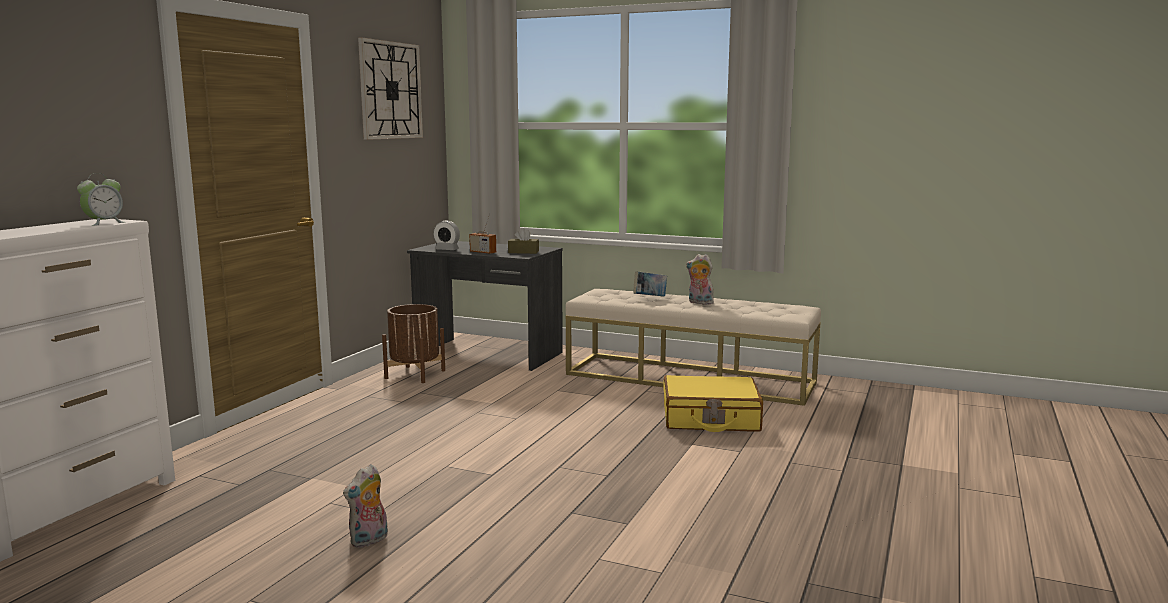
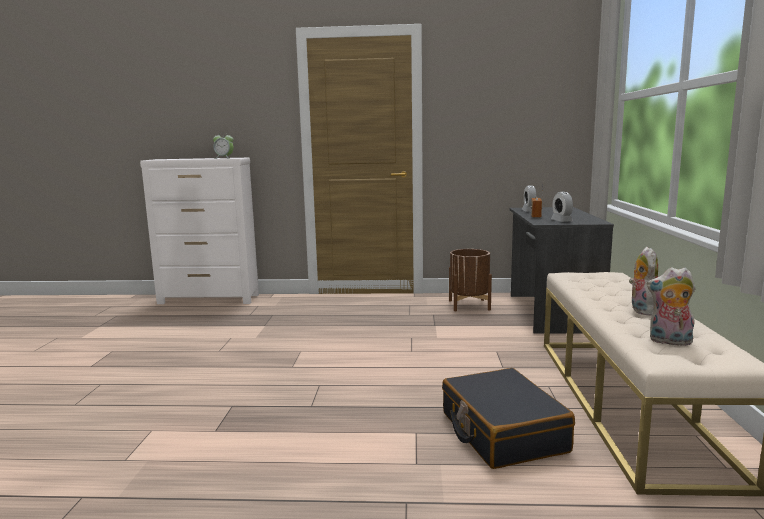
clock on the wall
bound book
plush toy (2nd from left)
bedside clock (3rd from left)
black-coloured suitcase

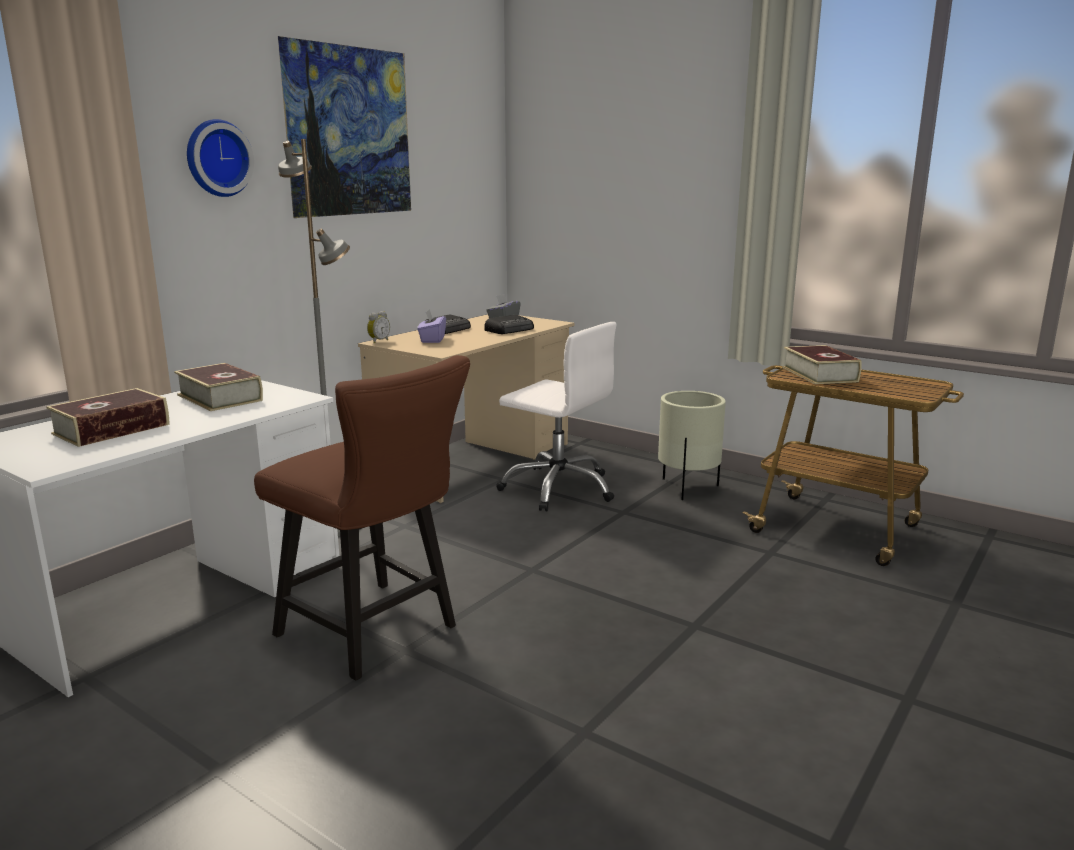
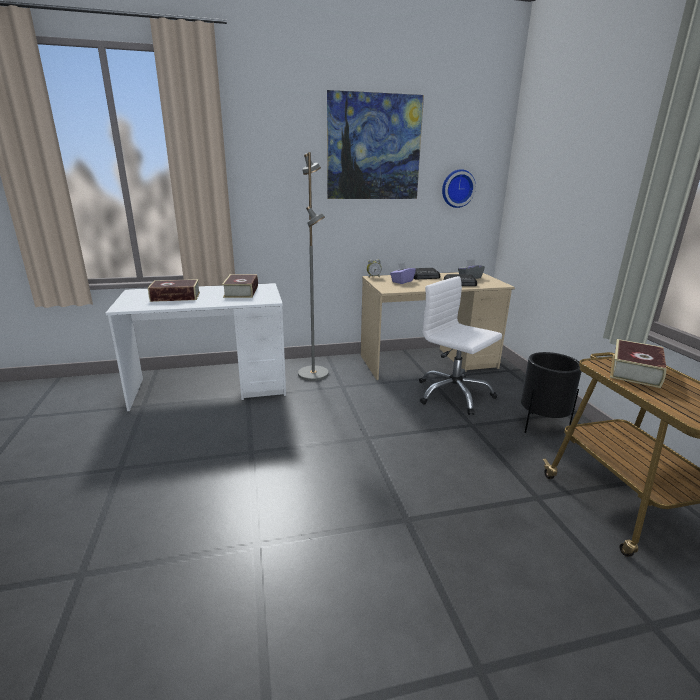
brown-coloured plain chair
clock on the wall
black-coloured plant pot
whitish office chair

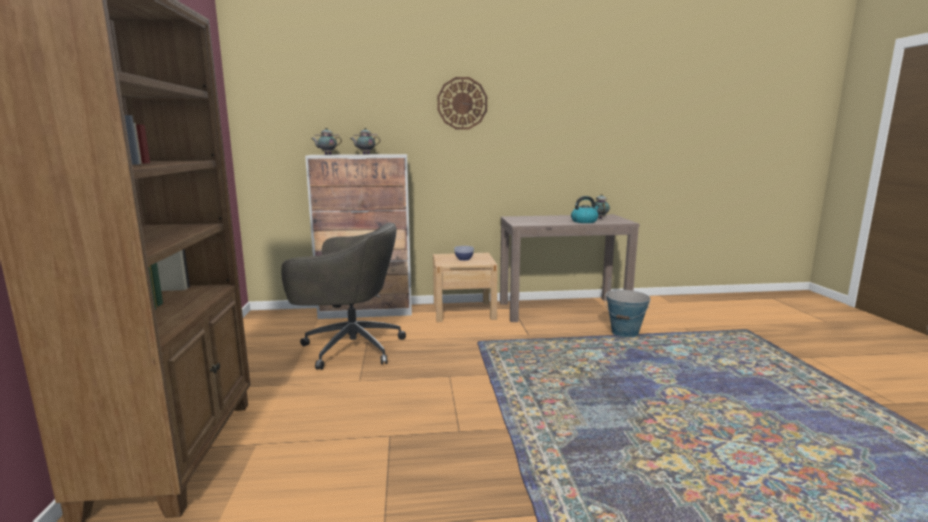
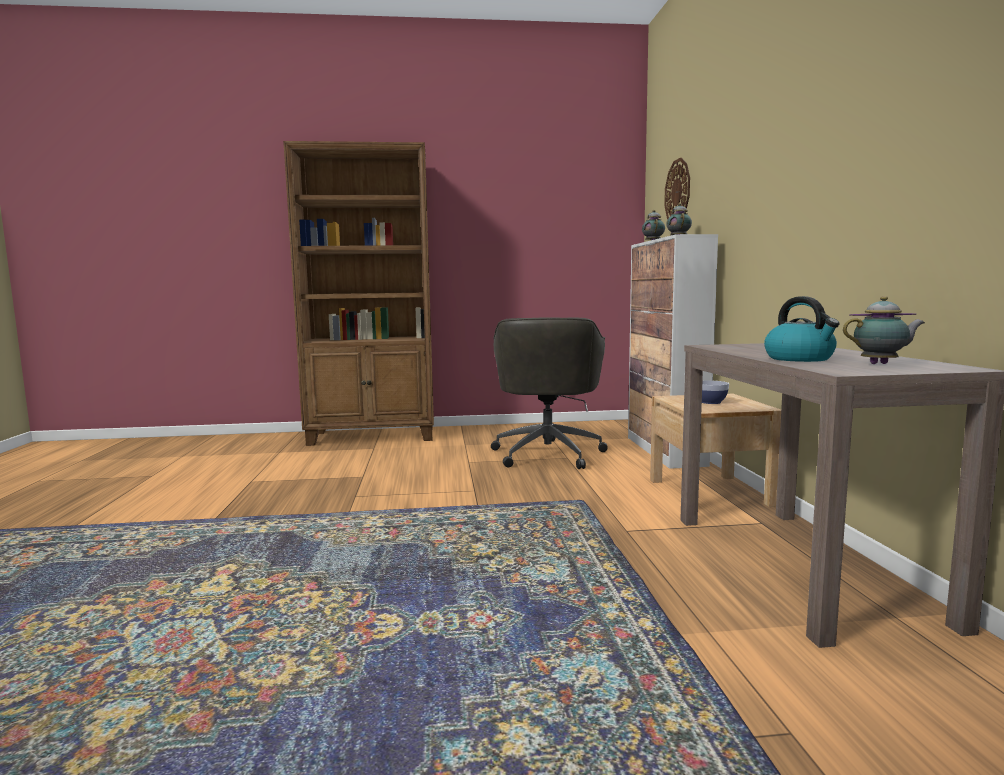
water bucket
clock on the wall

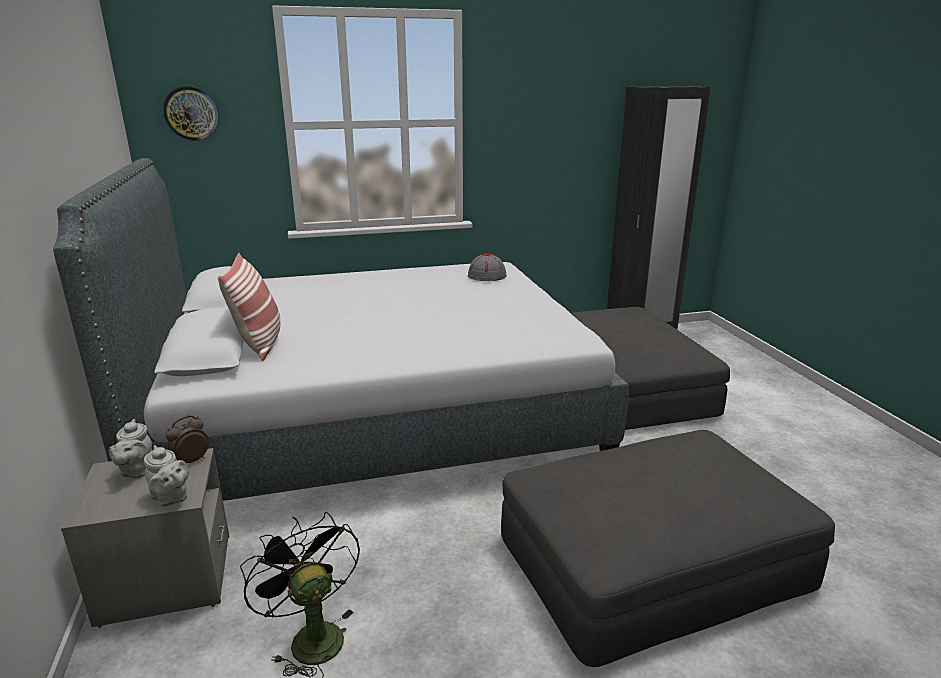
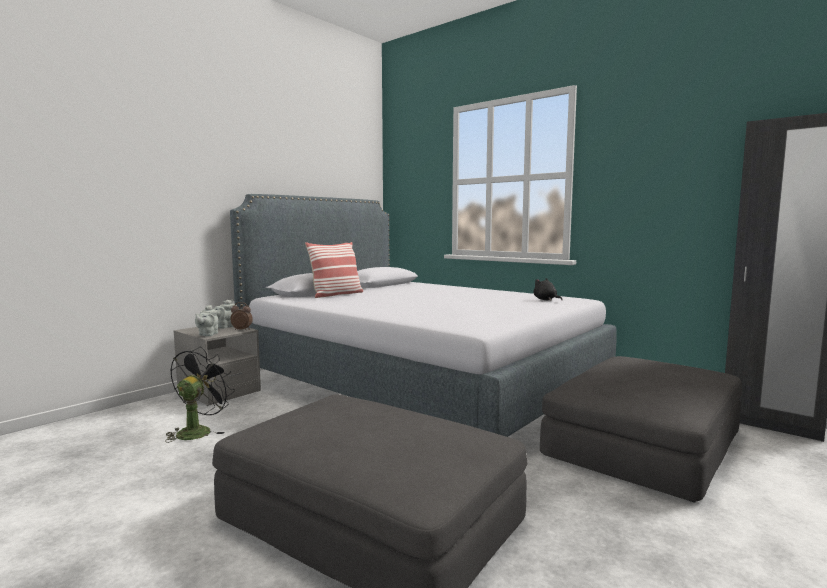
clock on the wall
black-coloured plush toy

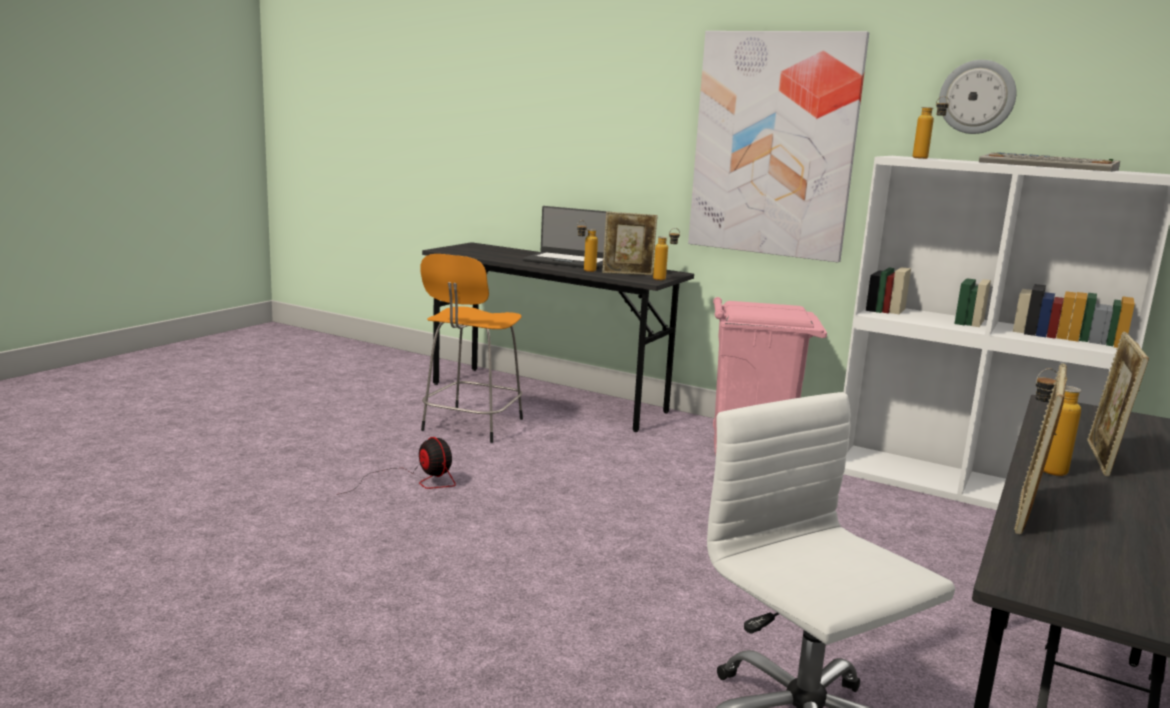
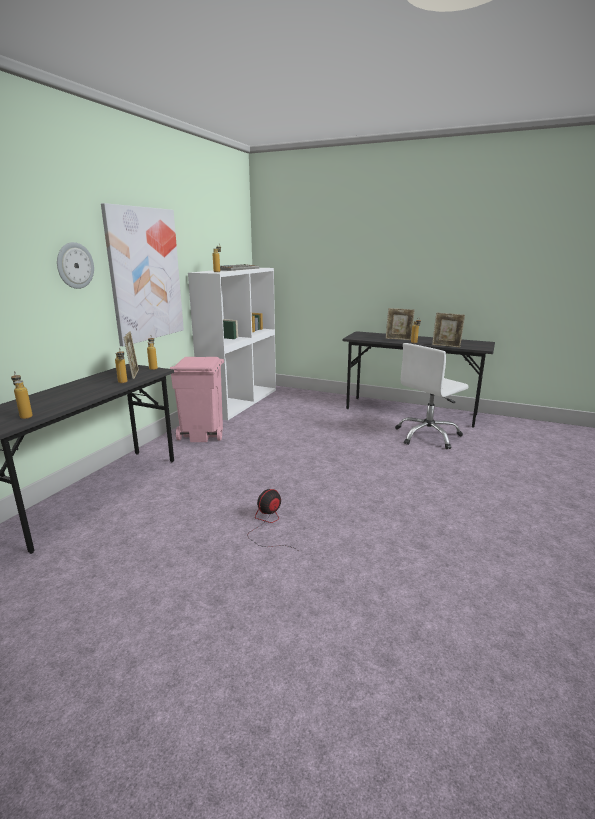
orangey stool seat
notebook computer
bottle (1st from left)
clock on the wall

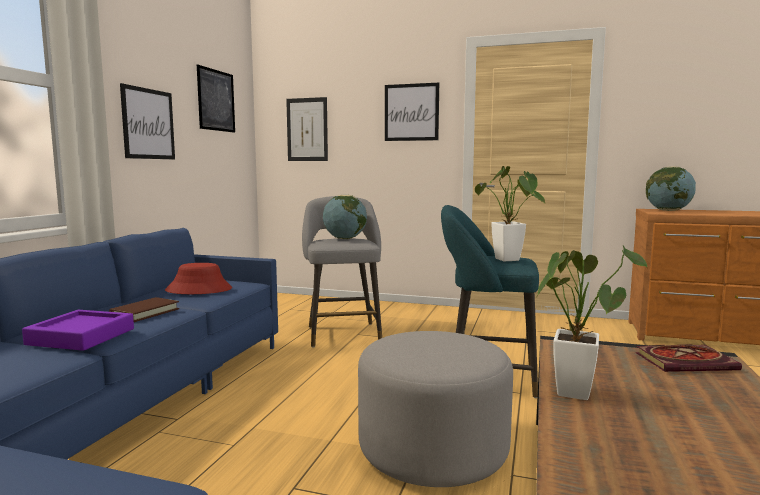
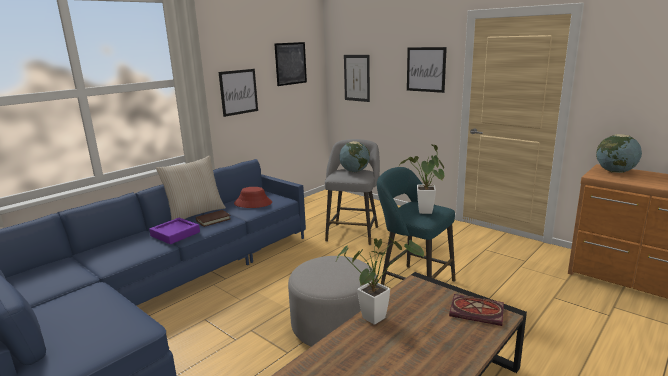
beige-coloured throw pillow

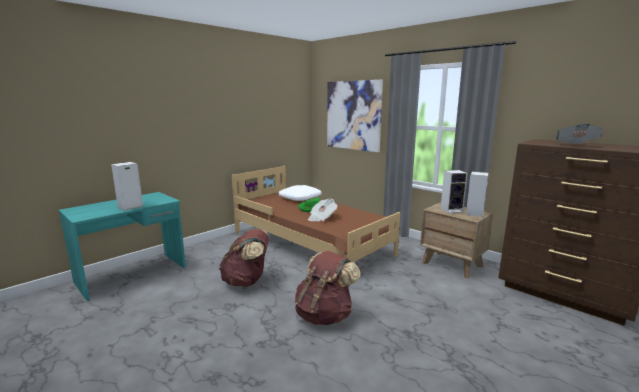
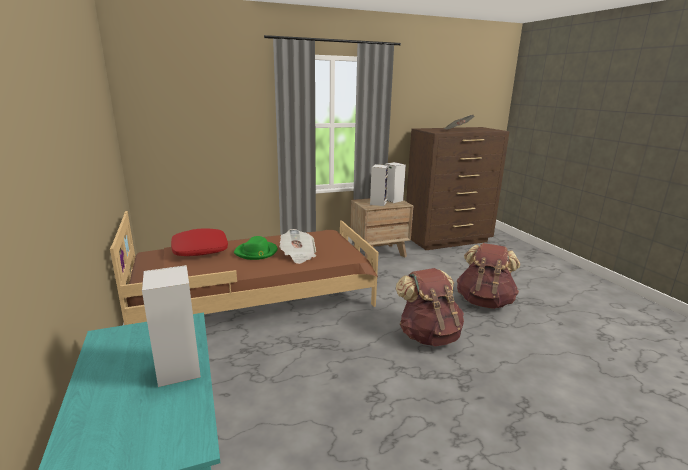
wall picture
brown-coloured backpack (2nd from left)
red throw pillow

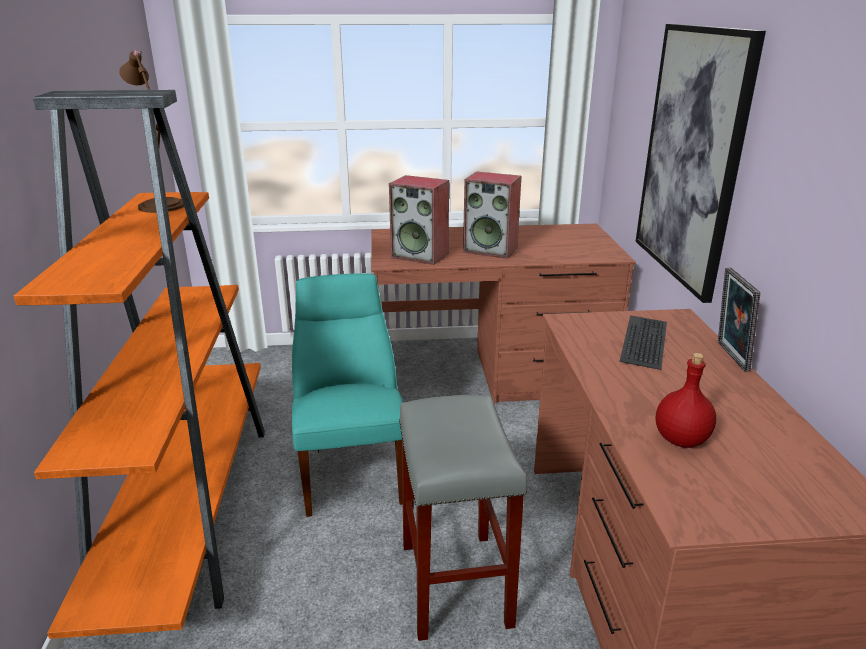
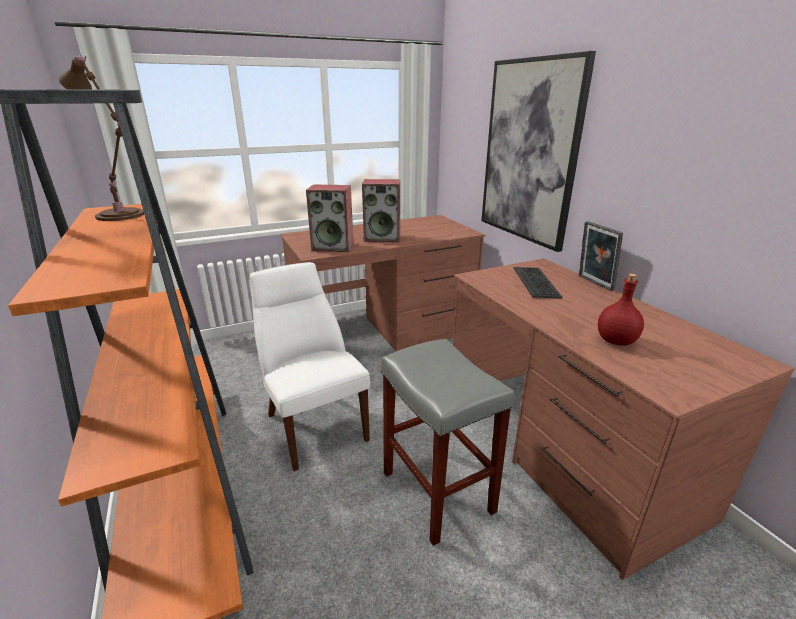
whitish plain chair

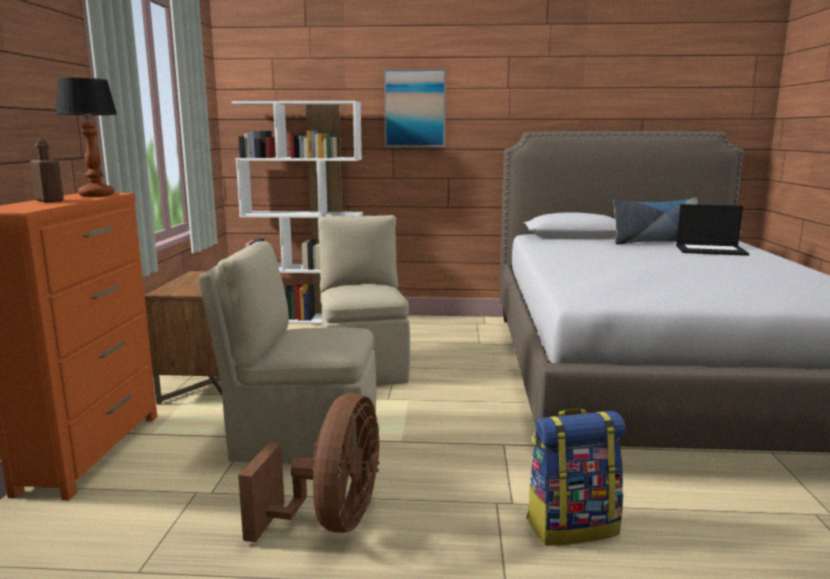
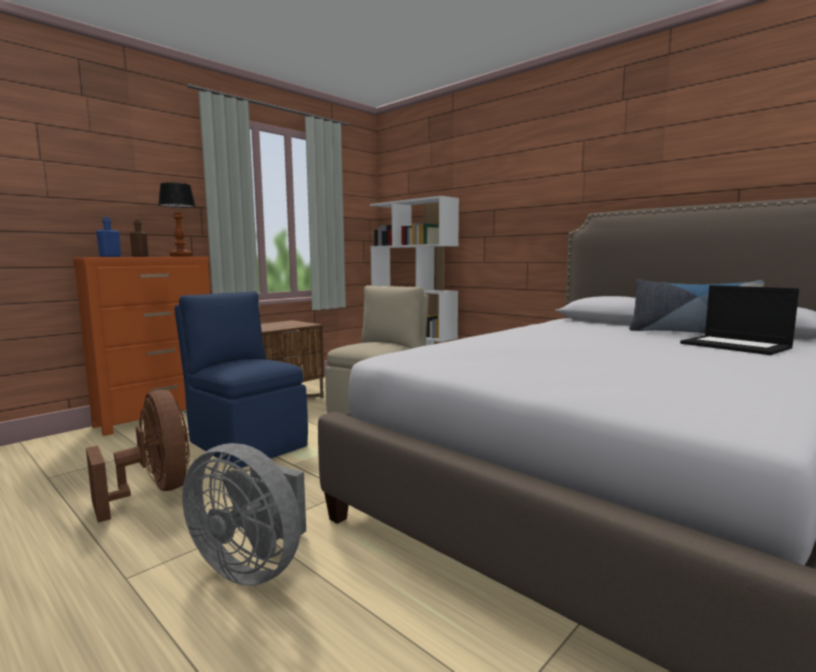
wall picture
bluish bottle
gray cooling fan
bluish plain chair
brown-coloured cooling fan

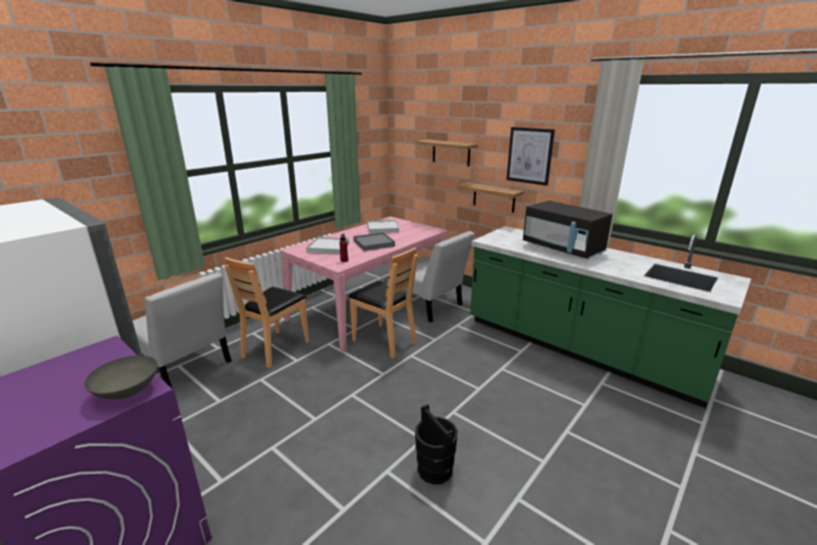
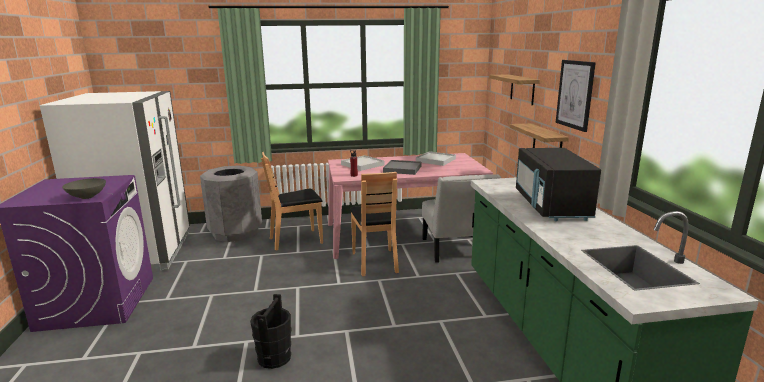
gray rubbish bin

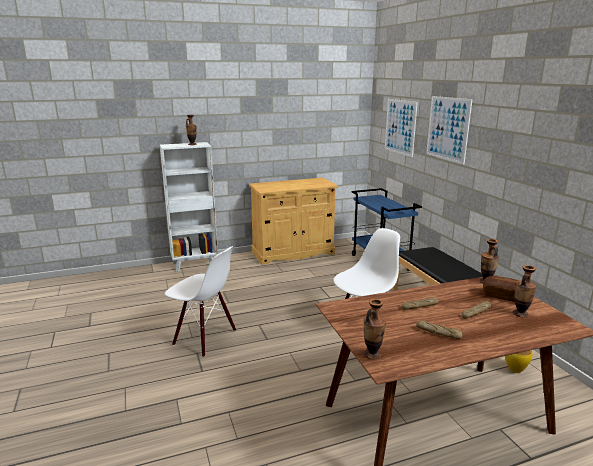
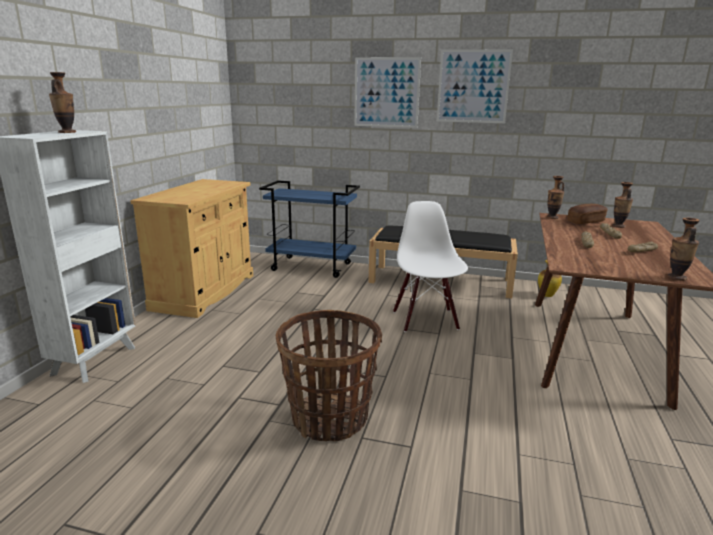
wall picture (2nd from left)
storage basket

